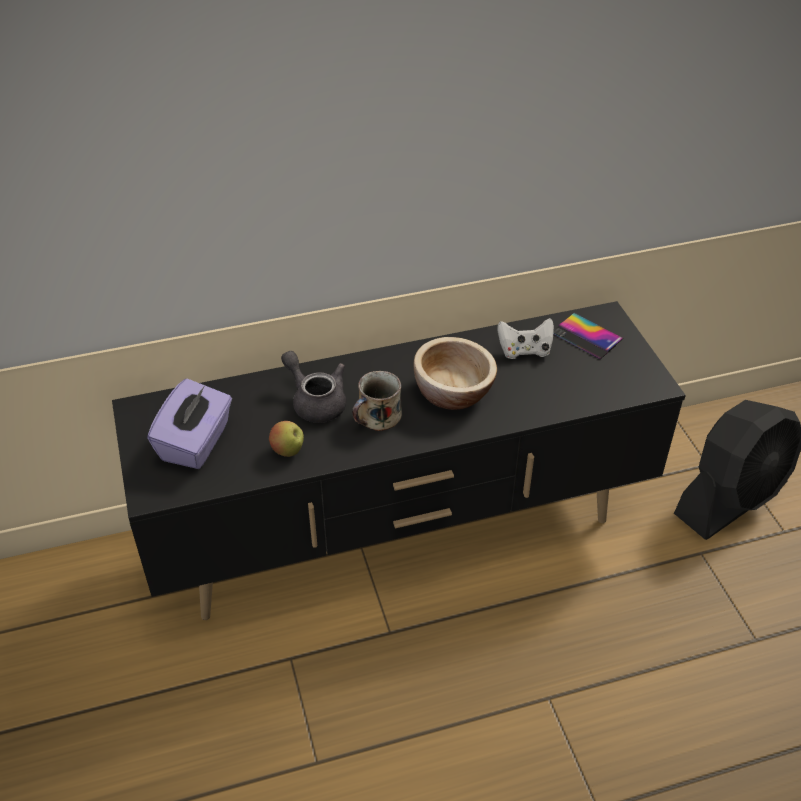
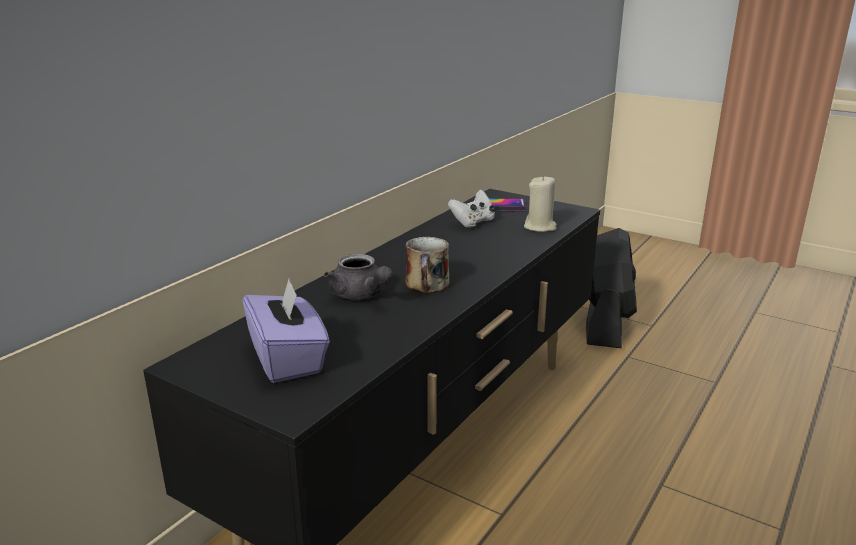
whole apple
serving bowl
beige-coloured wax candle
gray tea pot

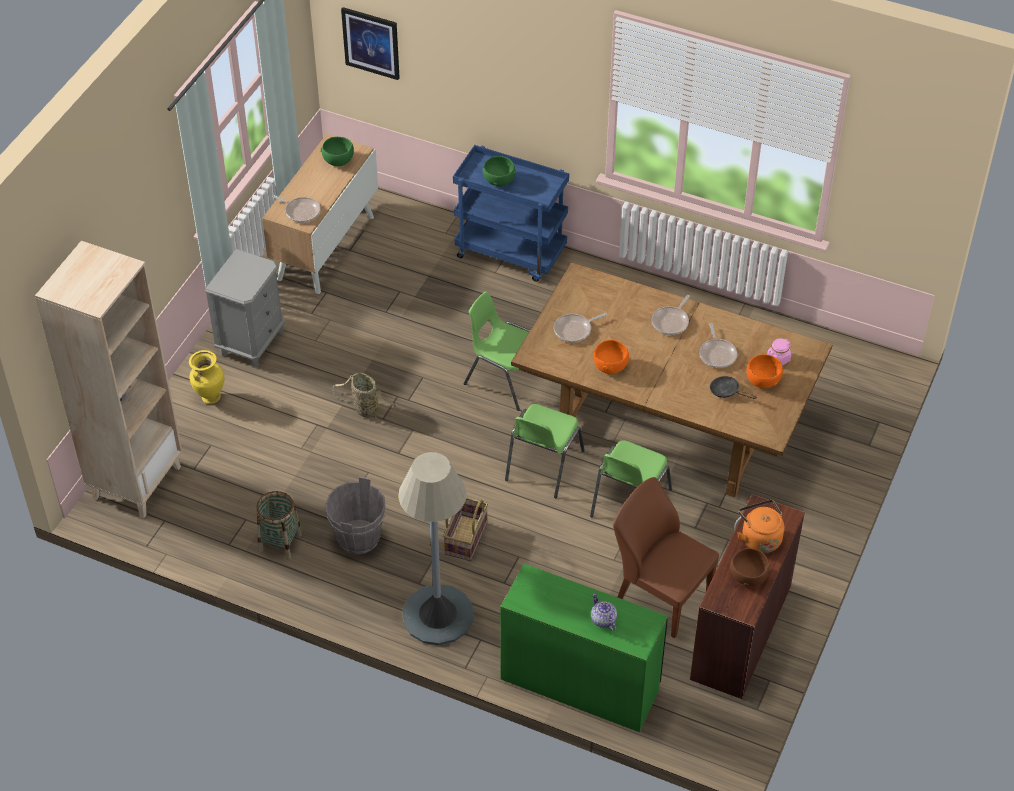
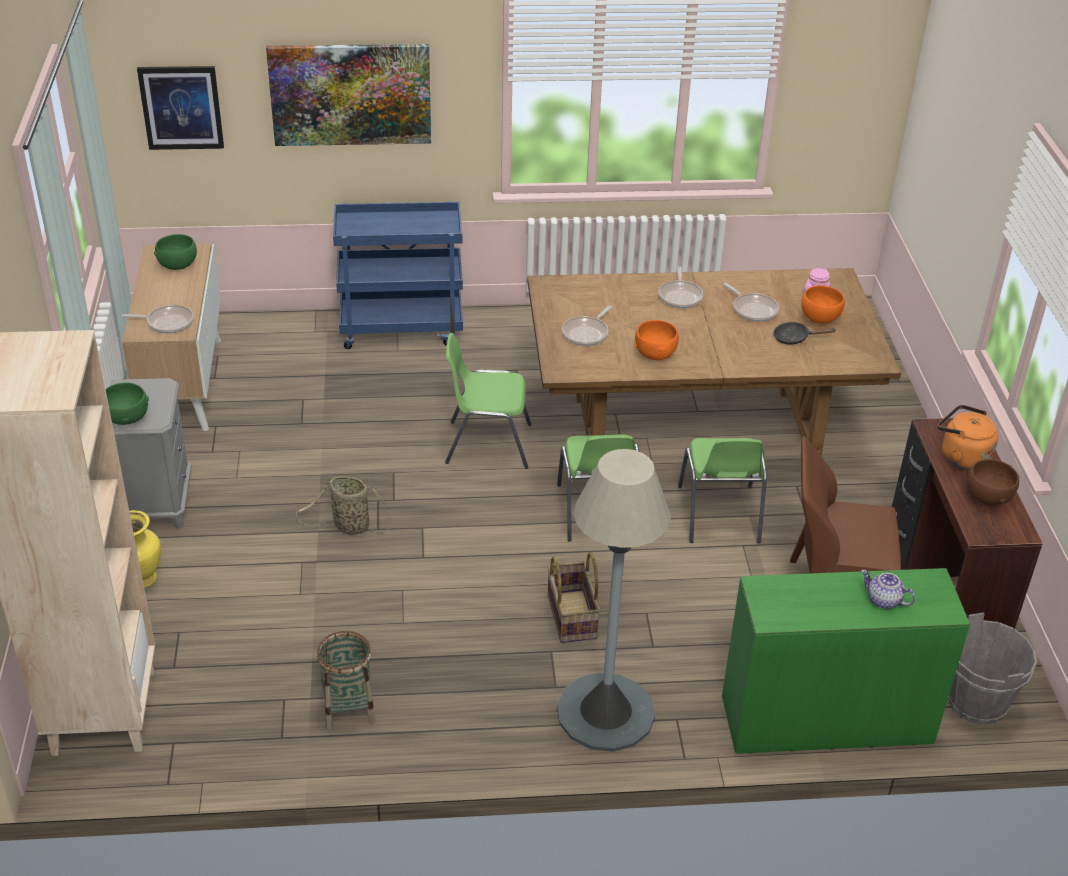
wall picture (2nd from left)
gray water bucket
green-coloured serving bowl (1st from left)

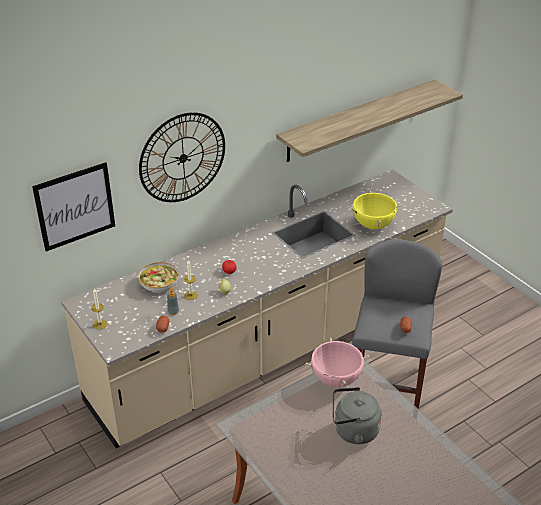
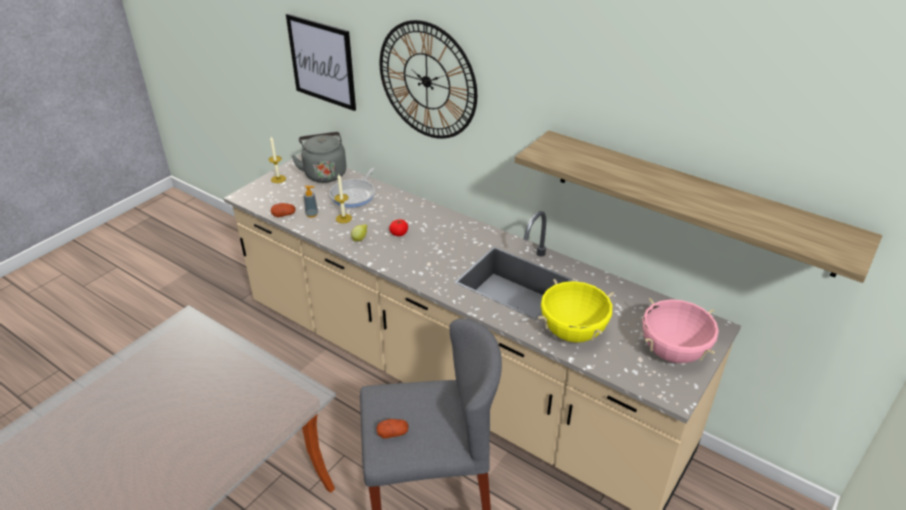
pinkish stockpot
gray kettle
frying pan

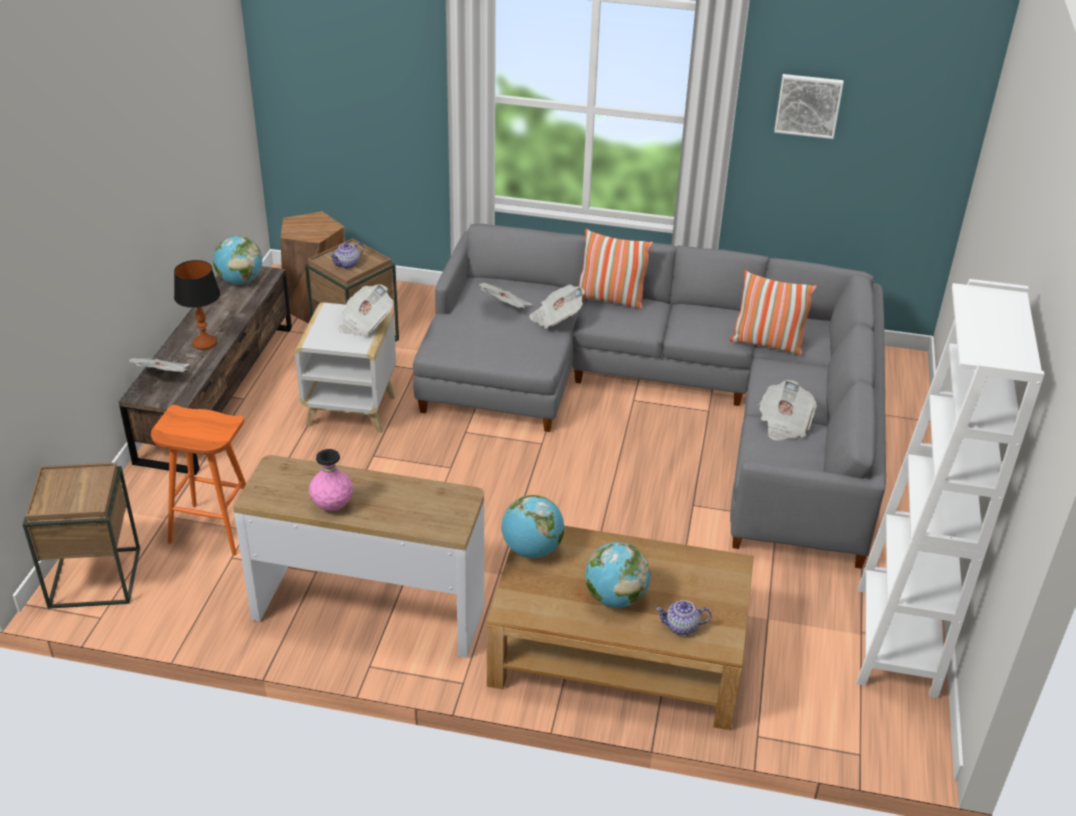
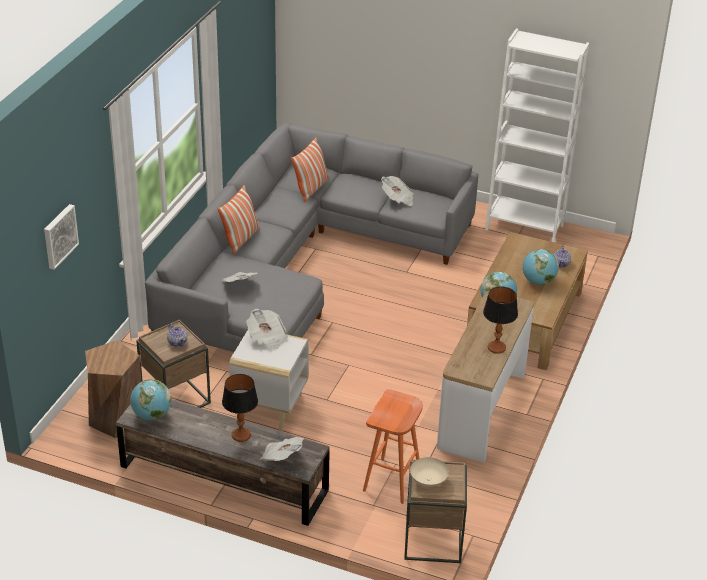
daily paper (4th from left in the first image)
beige-coloured serving bowl
wall picture
table lamp (2nd from left)

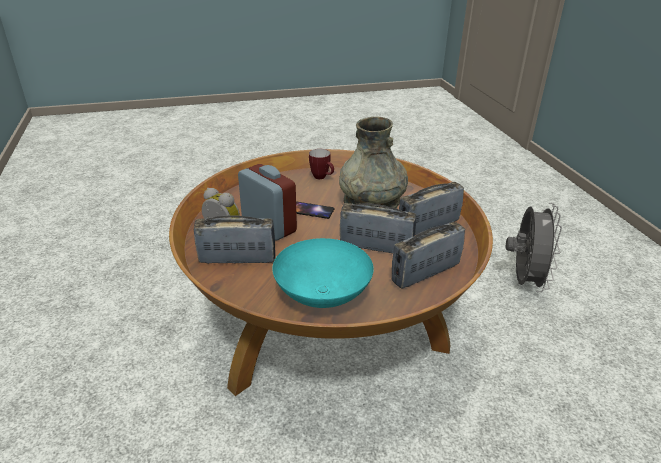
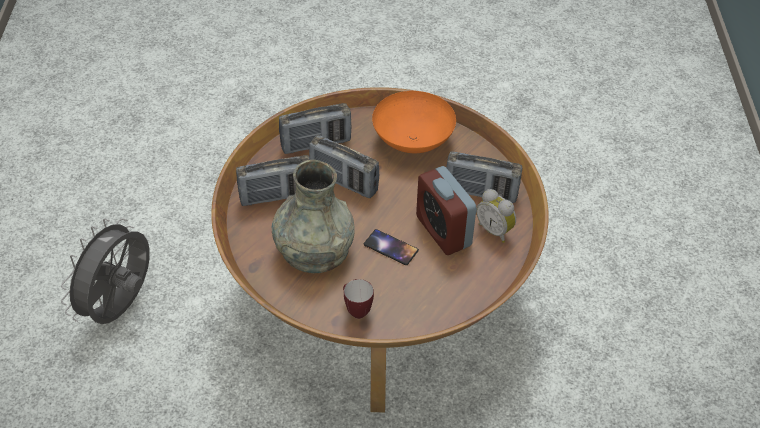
orangey serving bowl

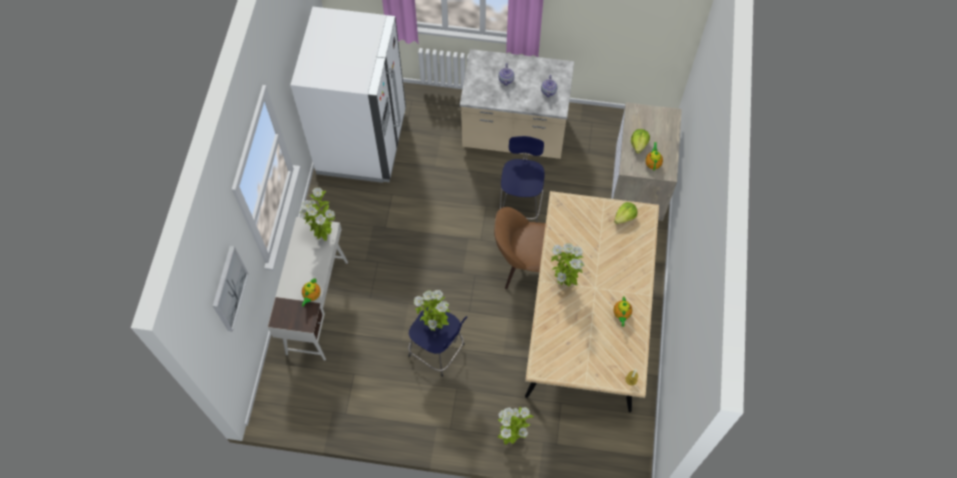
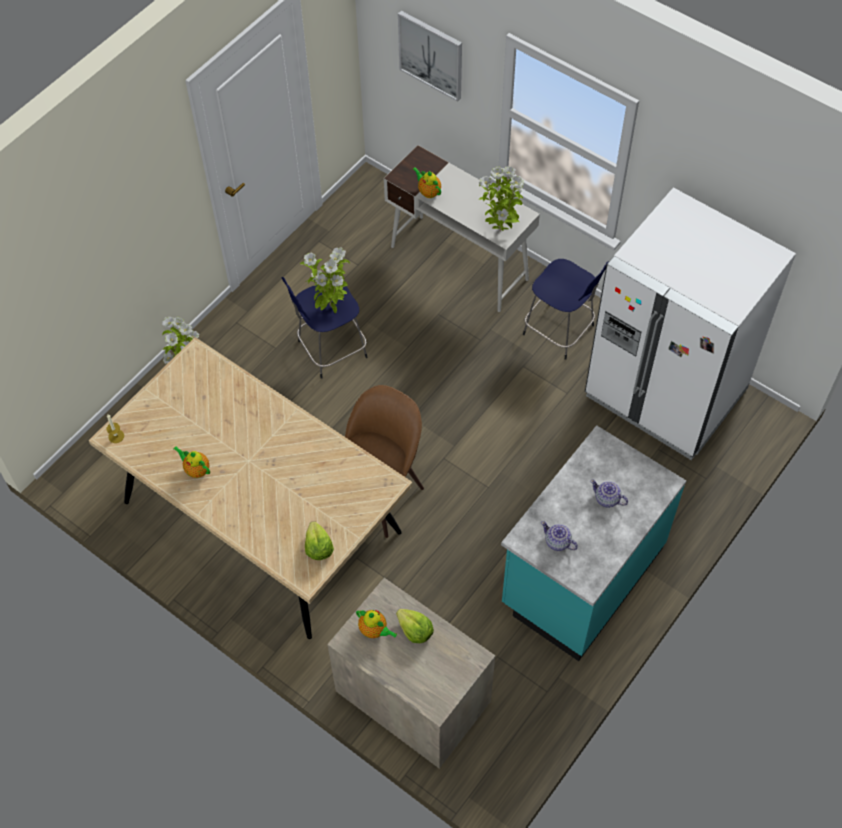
houseplant (4th from left in the first image)
bluish stool seat (2nd from left)
turquoise-coloured counter

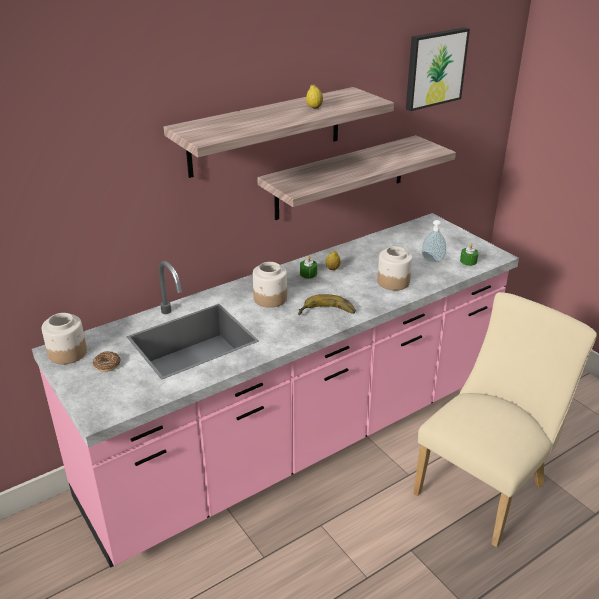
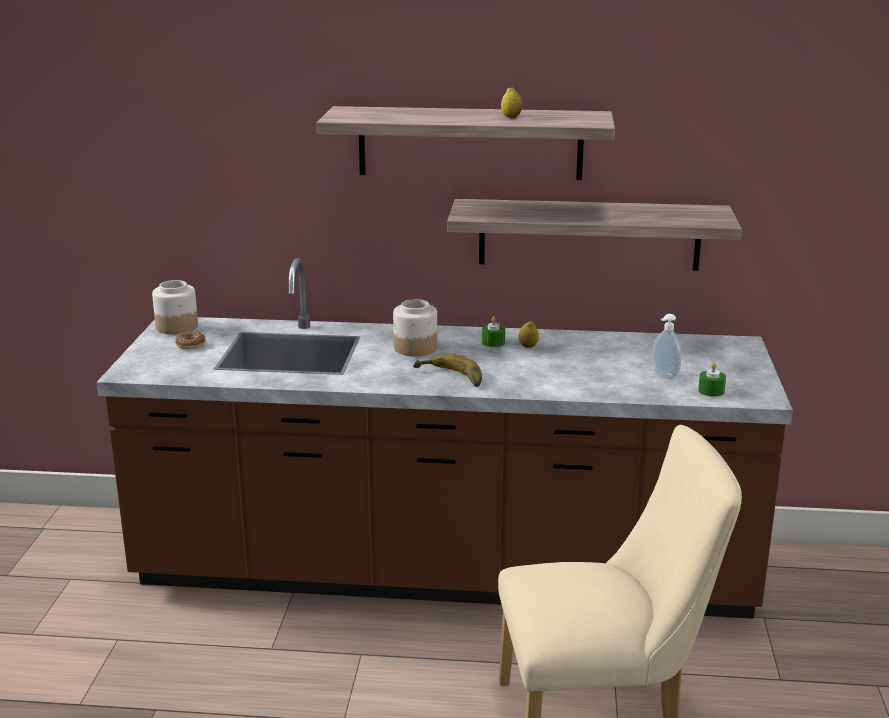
jar (3rd from left in the first image)
wall picture
brown-coloured counter

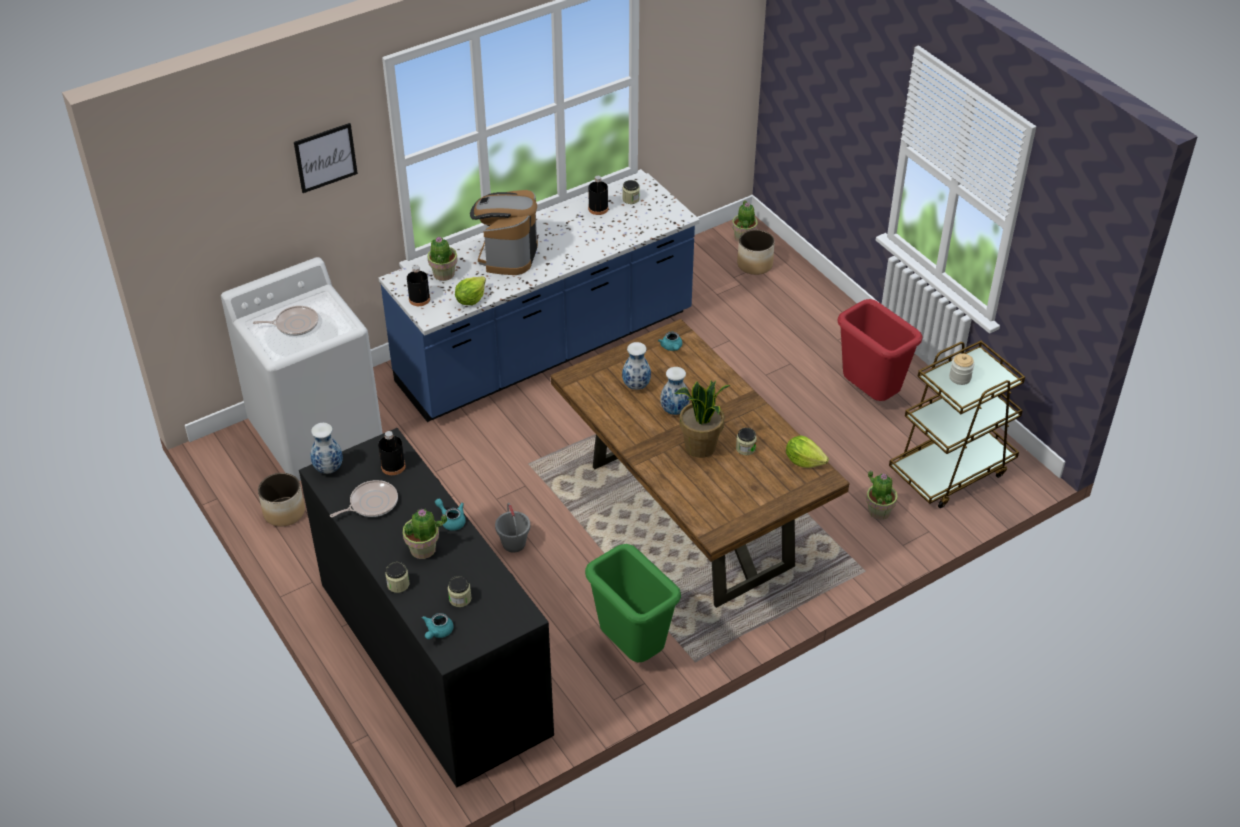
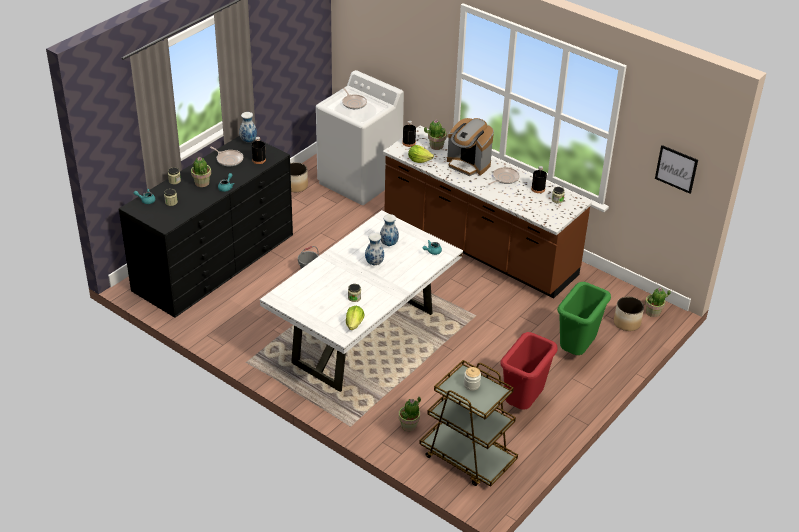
houseplant (3rd from left in the first image)
frying pan (3rd from left)
wall picture
green-coloured rubbish bin
brown-coloured counter
whitish dinner table
coffee machine

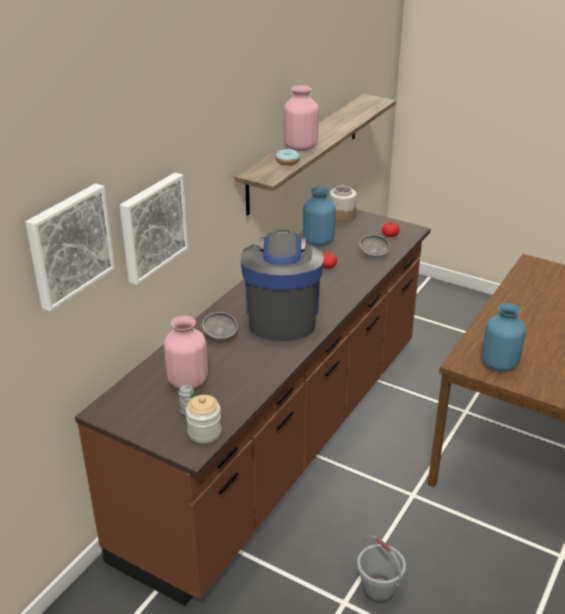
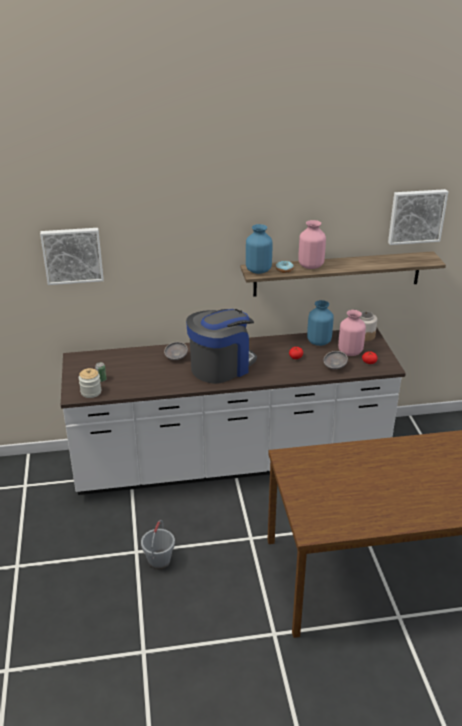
wall picture (2nd from left)
pinkish decorative vase (2nd from left)
bluish decorative vase (1st from left)
whitish counter

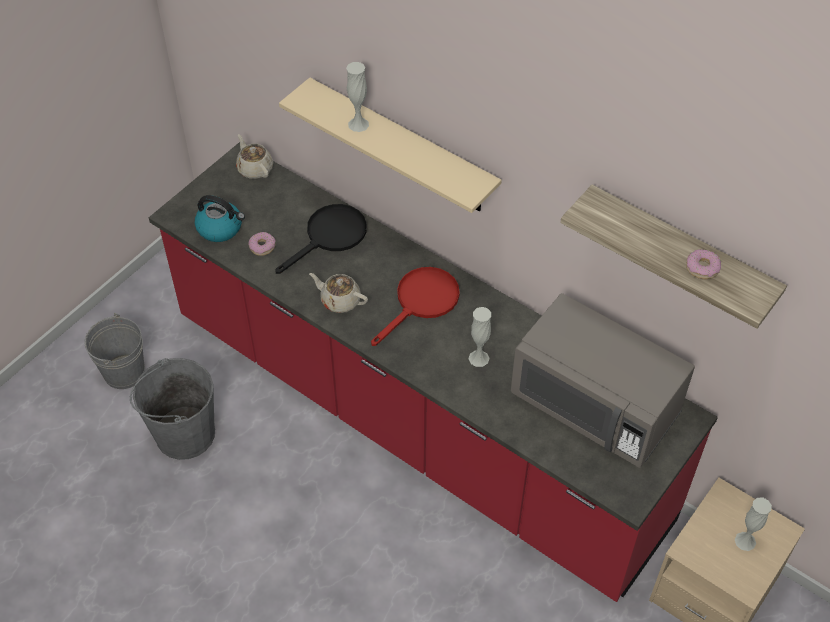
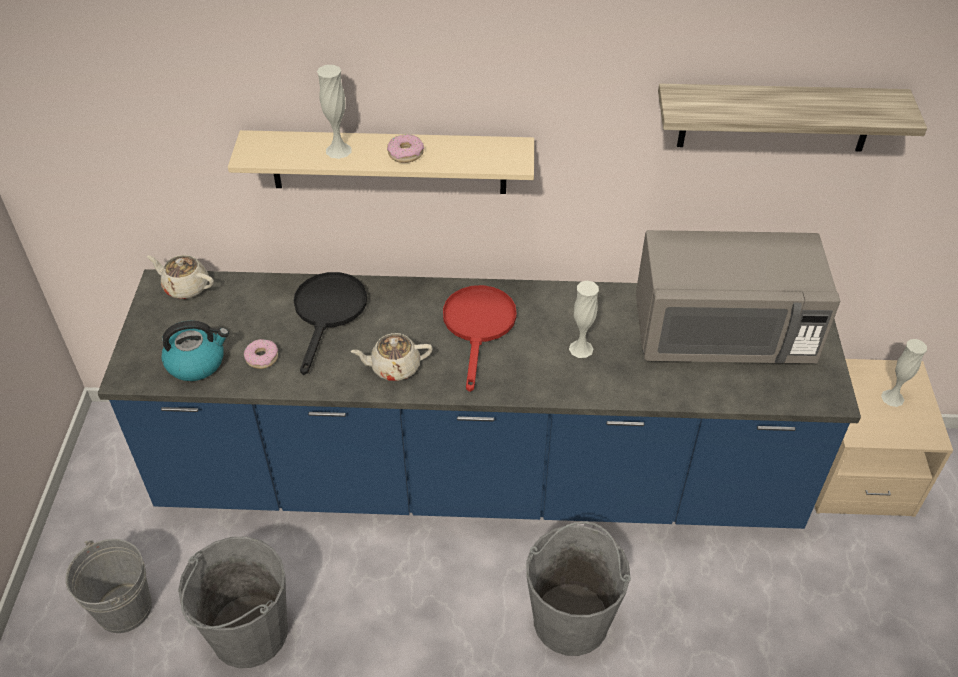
gray water bucket (3rd from left)
donut (2nd from left)
bluish counter

